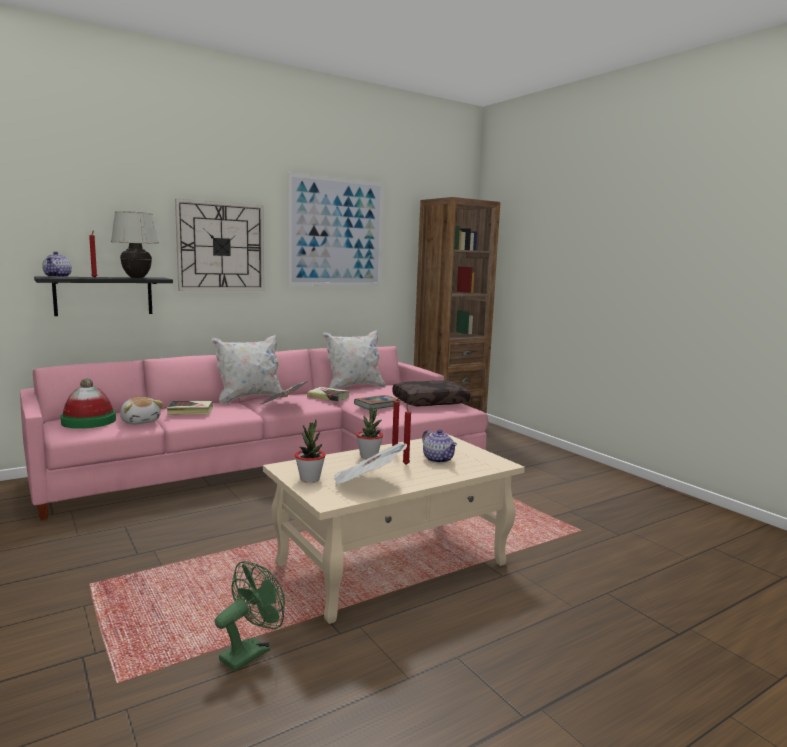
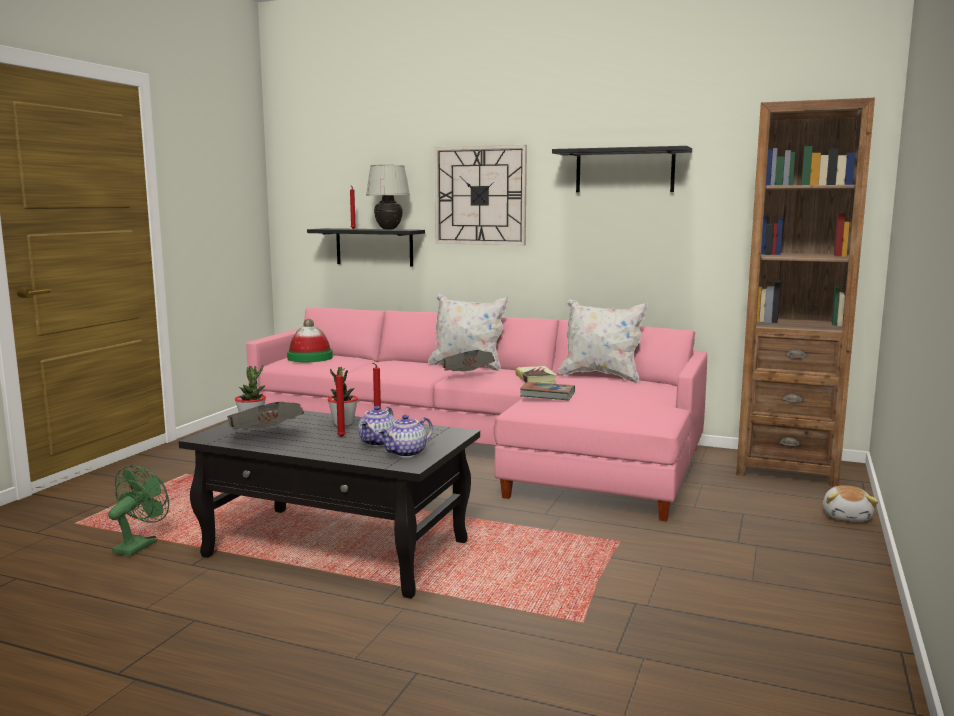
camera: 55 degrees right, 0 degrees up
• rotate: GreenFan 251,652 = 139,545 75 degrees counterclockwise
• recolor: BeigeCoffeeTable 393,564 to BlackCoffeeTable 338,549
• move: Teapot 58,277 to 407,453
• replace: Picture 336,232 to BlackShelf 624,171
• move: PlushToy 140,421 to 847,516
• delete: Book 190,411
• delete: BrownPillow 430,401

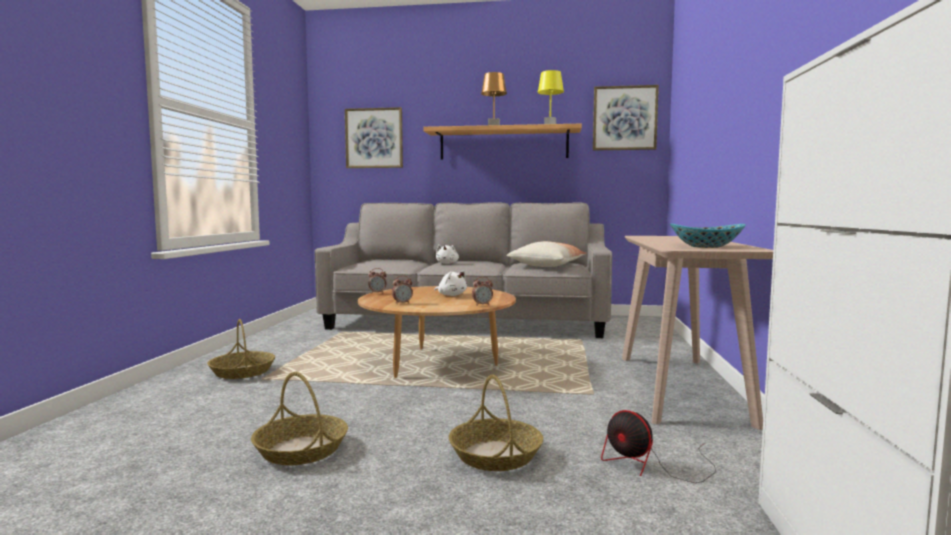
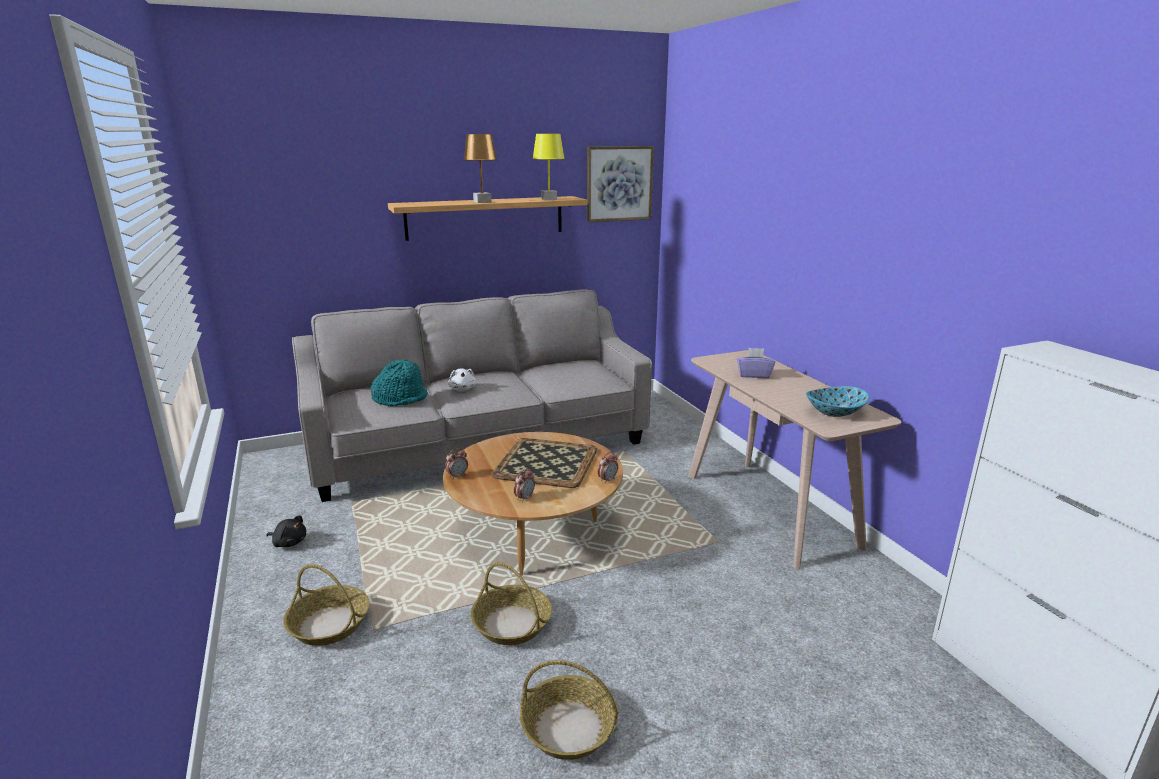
camera: 30 degrees left, 15 degrees up
• insert: BlackPlushToy 289,542
• insert: TurquoiseHat 400,398
• move: Basket 496,455 to 512,624
• replace: WhitePlushToy 451,295 to Tray 545,462
• insert: PurpleTissueBox 754,375
• delete: Picture 374,138
• delete: Pillow 547,266
• delete: Fan 653,465

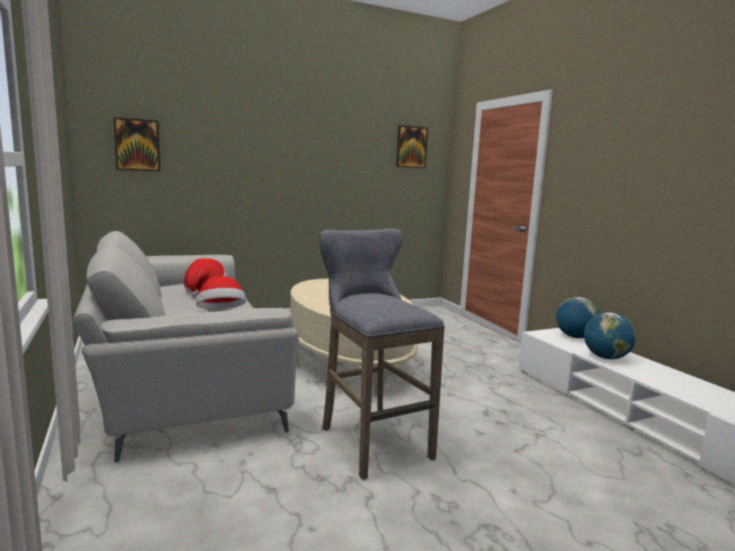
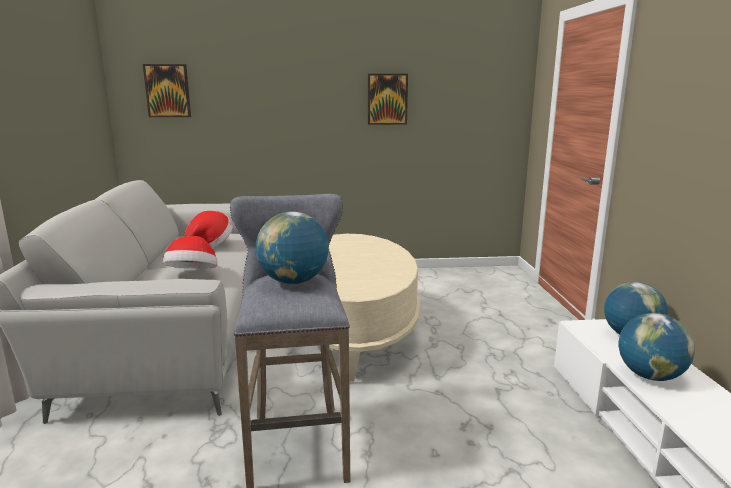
camera: 20 degrees right, 5 degrees up
• insert: Globe 293,281
• move: Picture 411,147 to 387,99

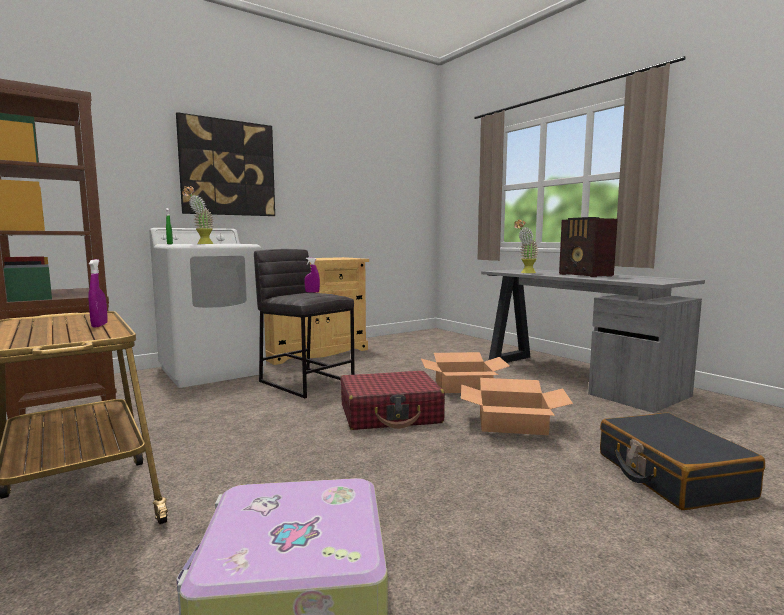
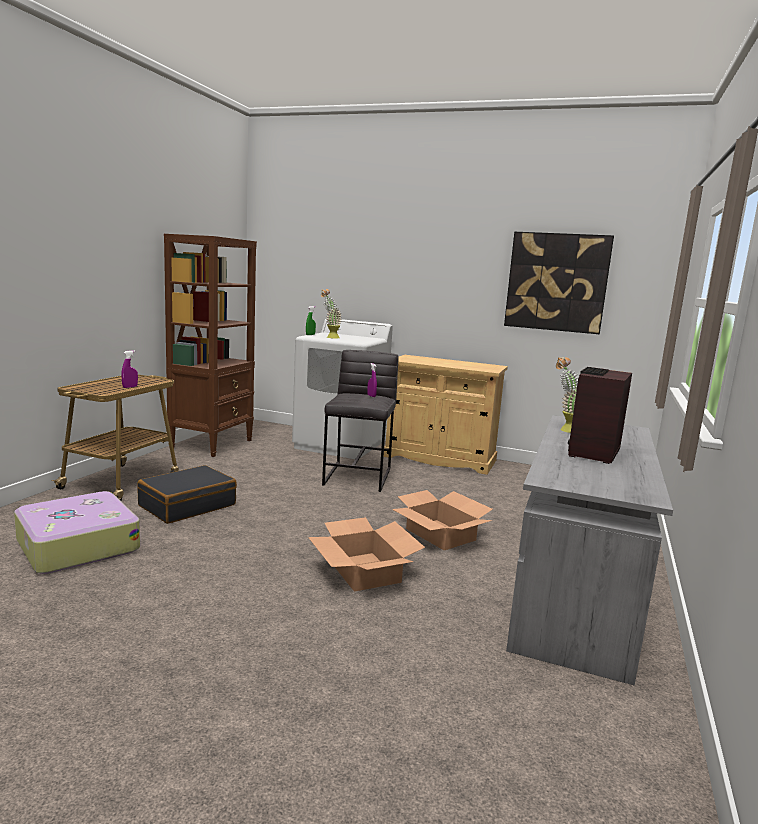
camera: 55 degrees right, 5 degrees up
• move: BlackSuitcase 671,475 to 187,505
• move: Picture 227,168 to 557,282
• delete: RedSuitcase 390,414

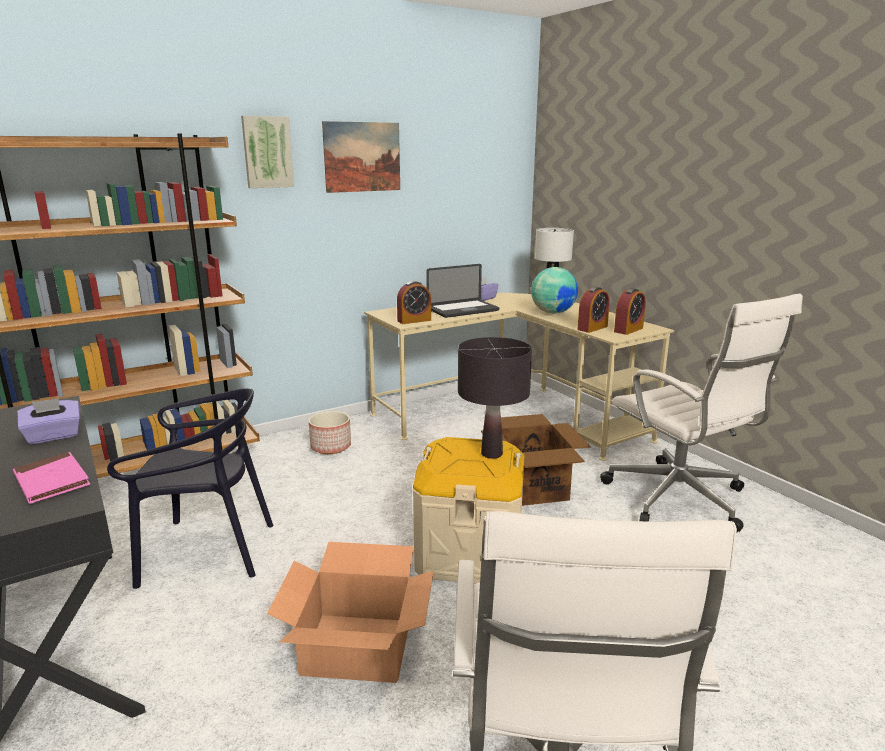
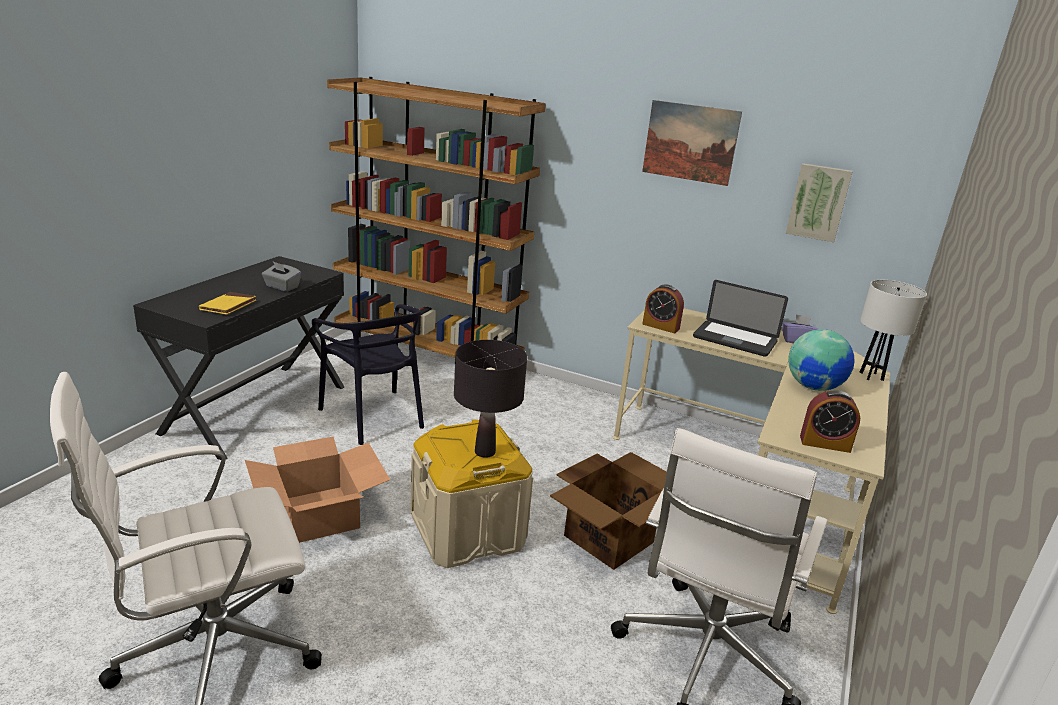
camera: 55 degrees right, 5 degrees up
• recolor: PinkBook 52,481 to YellowBook 228,306
• recolor: PurpleTissueBox 53,436 to GreyTissueBox 281,287
• move: Picture 267,152 to 818,202
• delete: Planter 331,447
• delete: AlarmClock 592,328

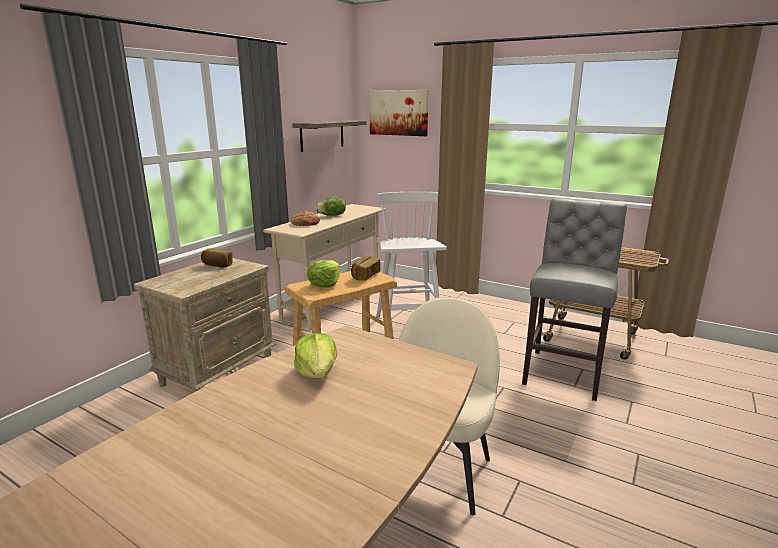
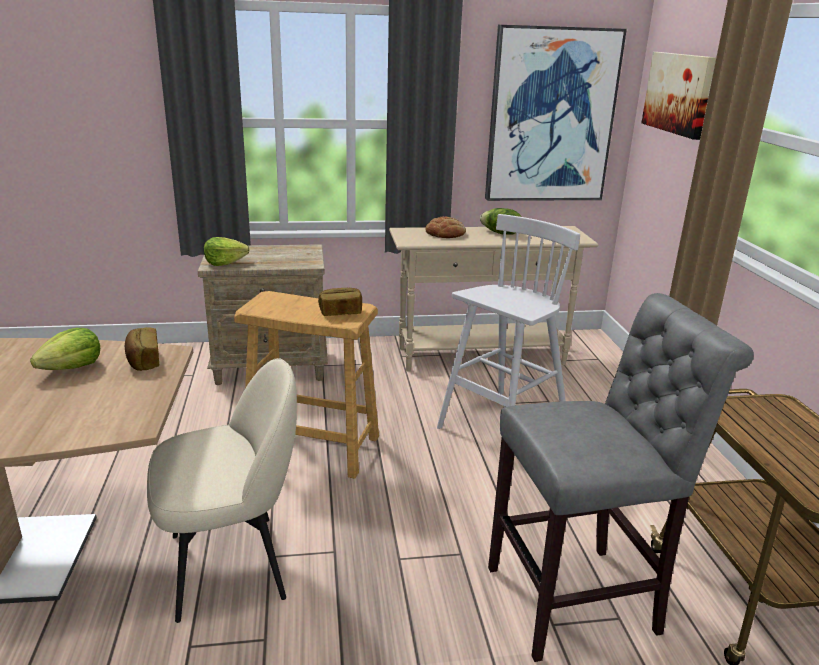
camera: 50 degrees right, 5 degrees up
• move: Bread 217,265 to 143,361
• move: Lettuce 325,284 to 225,263
• replace: Shelf 322,135 to Picture 551,116

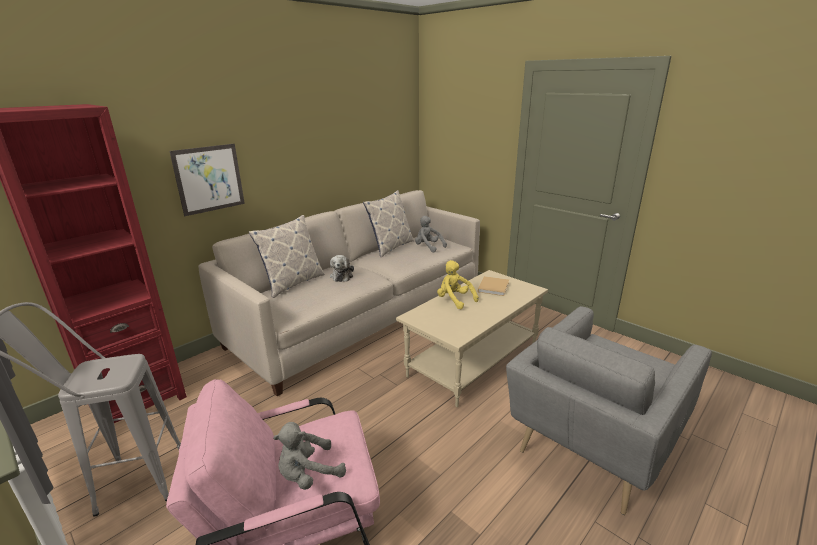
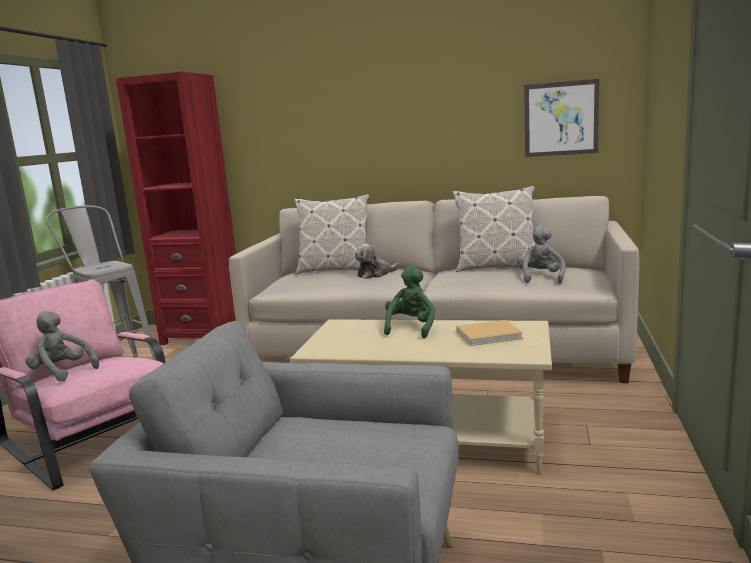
camera: 60 degrees right, 10 degrees down
• recolor: YellowPlushToy 454,300 to GreenPlushToy 411,328
• move: Picture 209,179 to 561,118

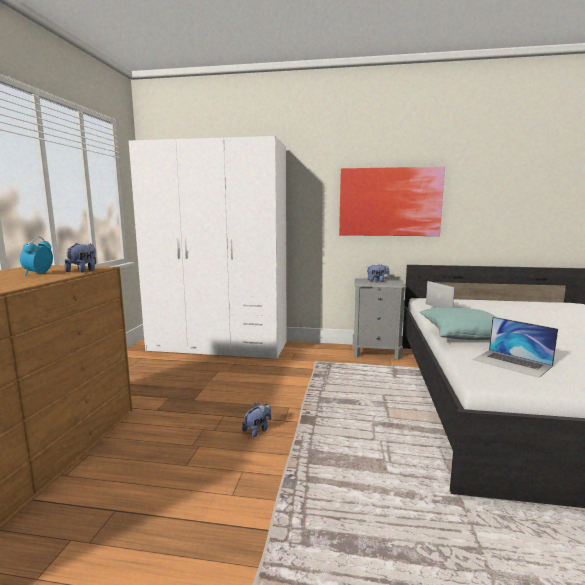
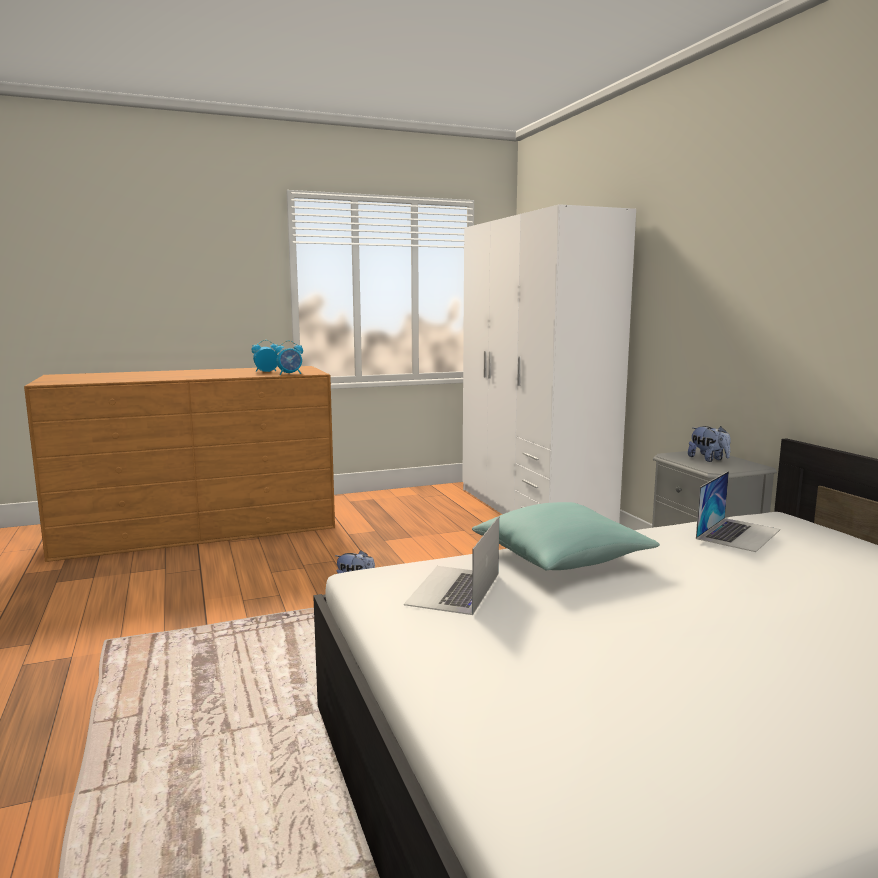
camera: 60 degrees right, 0 degrees up
• replace: PlushToy 83,271 to AlarmClock 290,374
• delete: Picture 389,202

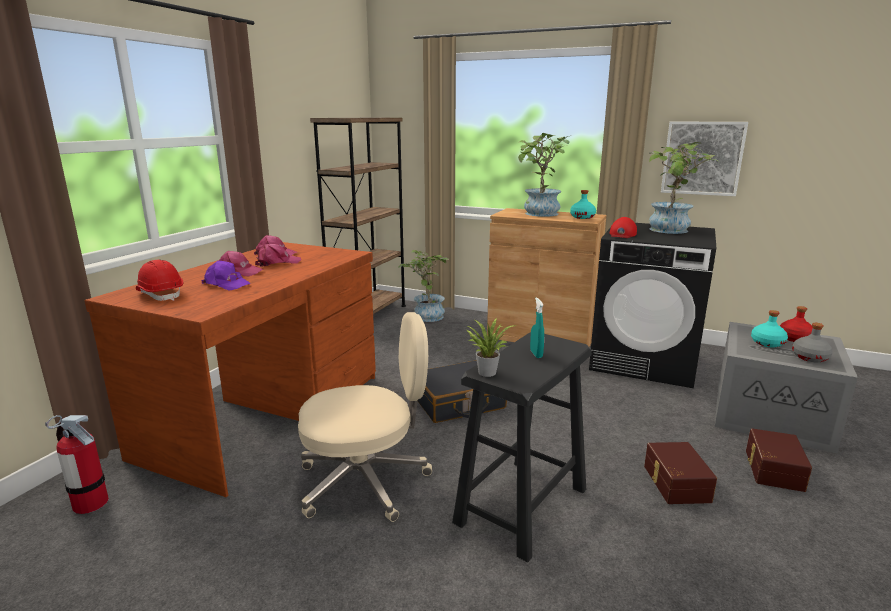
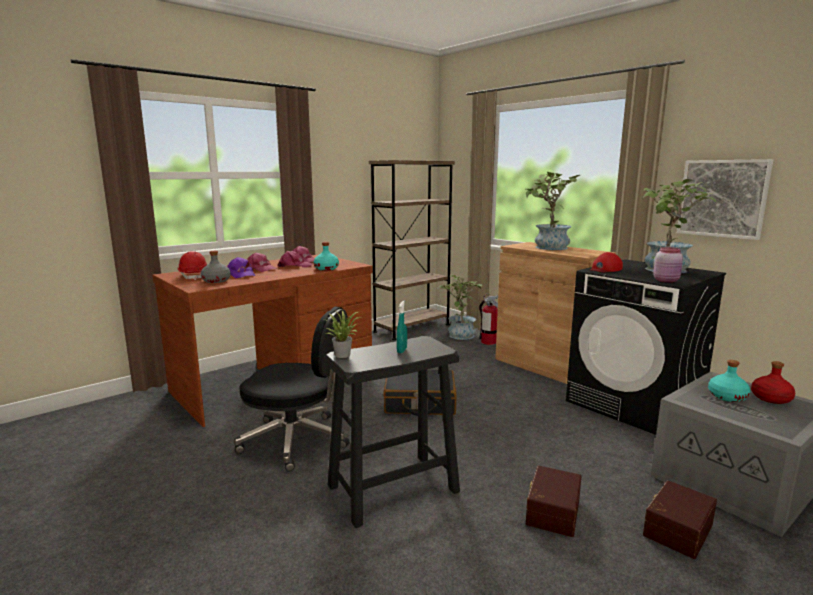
camera: 25 degrees right, 5 degrees down
• move: GreyBottle 810,357 to 216,281
• recolor: BeigeOfficeChair 366,481 to BlackOfficeChair 297,440
• move: TurquoiseBottle 582,217 to 326,268
• move: FireExtinguisher 90,503 to 488,342
• insert: PinkJar 666,281

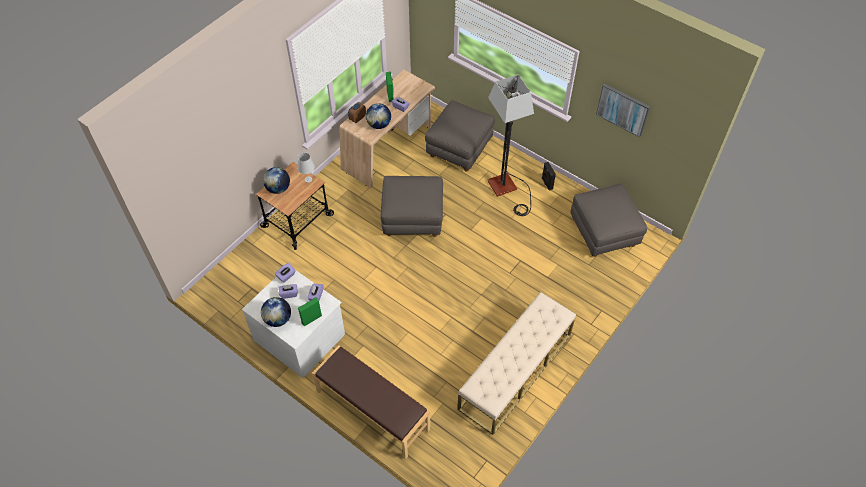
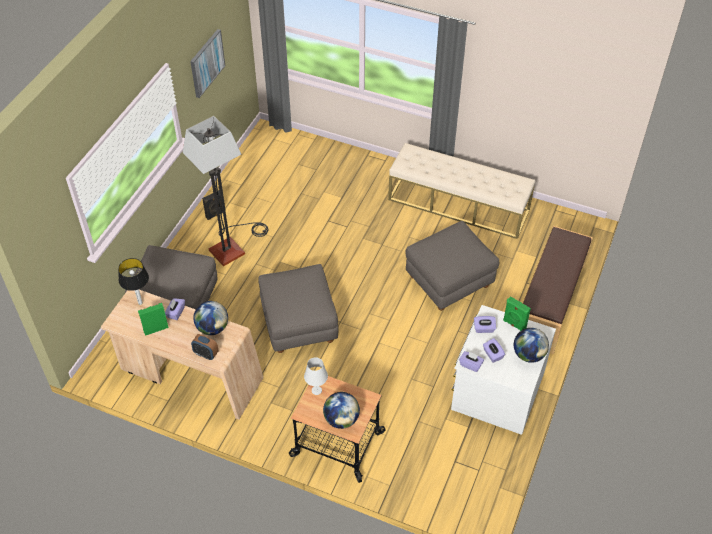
camera: 105 degrees left, 5 degrees down
• insert: TableLamp 140,303
• move: GreyOttoman 604,233 to 449,281

